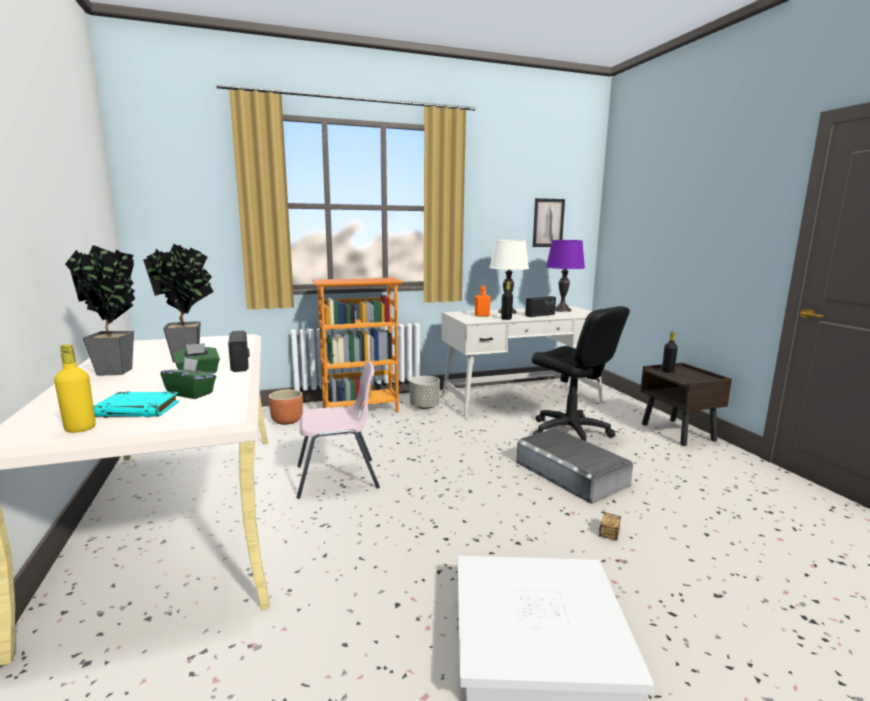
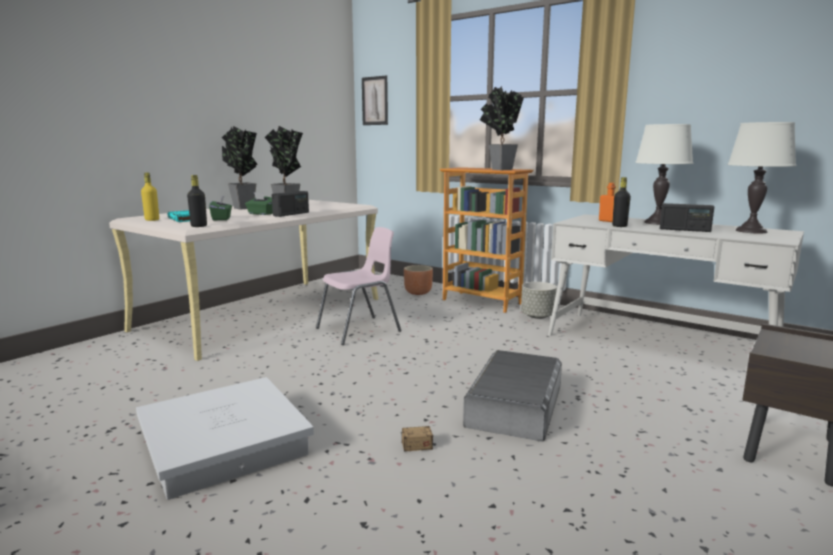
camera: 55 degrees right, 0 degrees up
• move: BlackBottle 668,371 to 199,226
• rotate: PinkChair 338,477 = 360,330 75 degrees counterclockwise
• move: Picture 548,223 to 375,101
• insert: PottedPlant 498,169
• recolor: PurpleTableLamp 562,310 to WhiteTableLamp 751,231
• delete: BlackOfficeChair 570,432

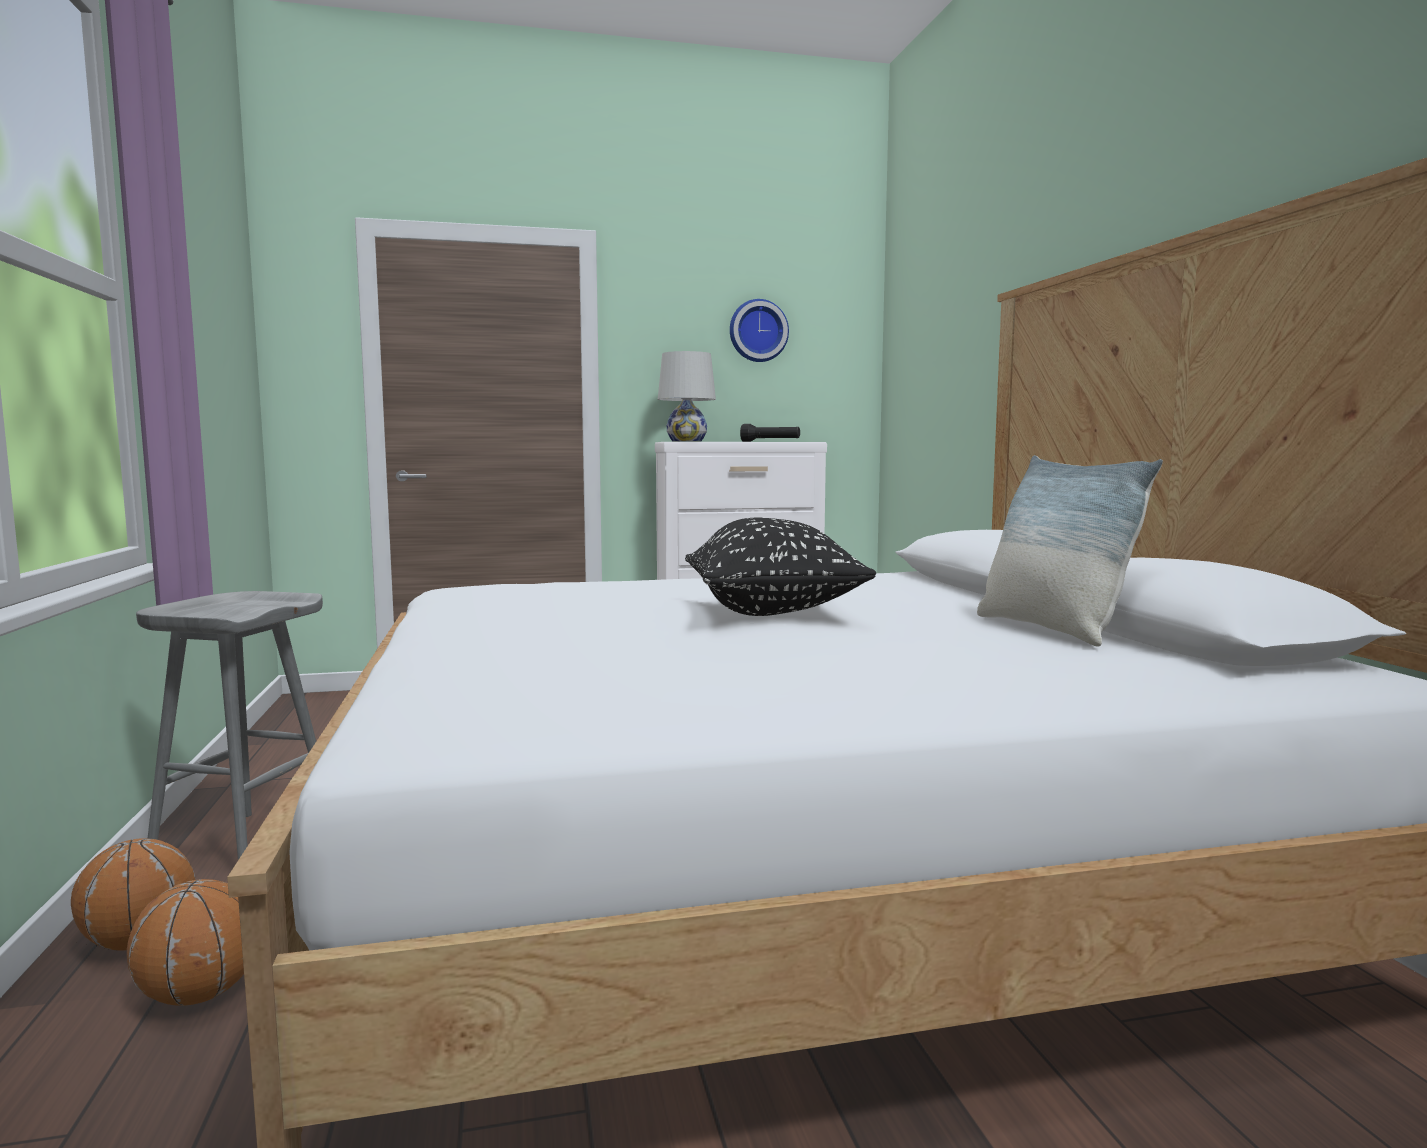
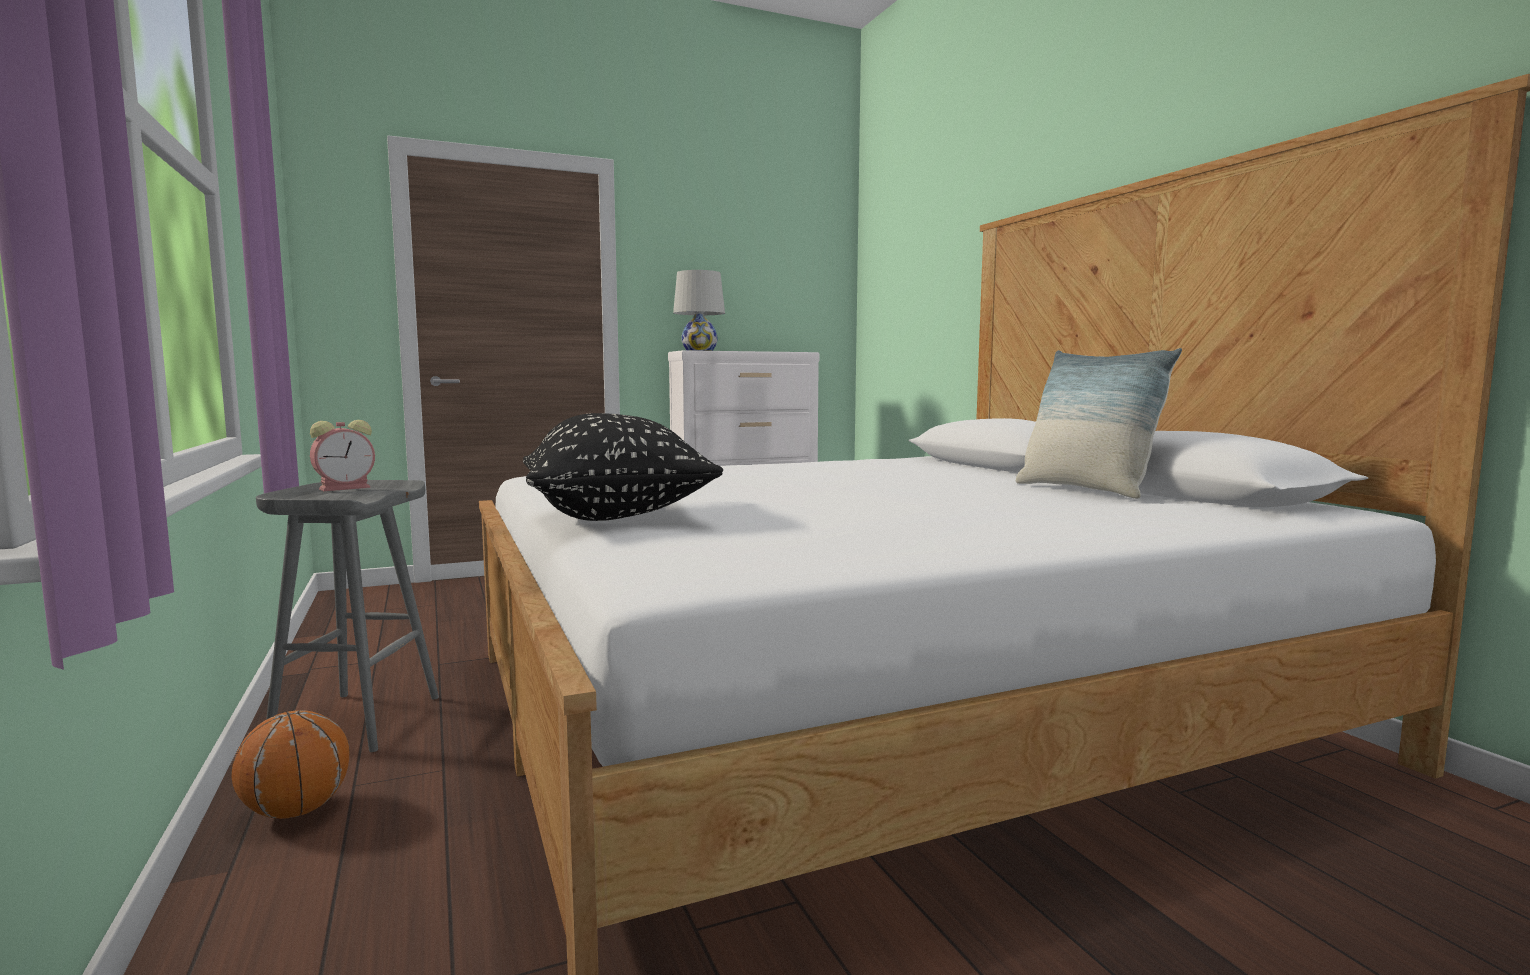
camera: 10 degrees left, 0 degrees up
• insert: AlarmClock 346,488
• move: BlackPillow 772,612 to 616,516
• delete: Basketball 199,995
• delete: WallClock 757,331
• delete: BlackFlashlight 770,441

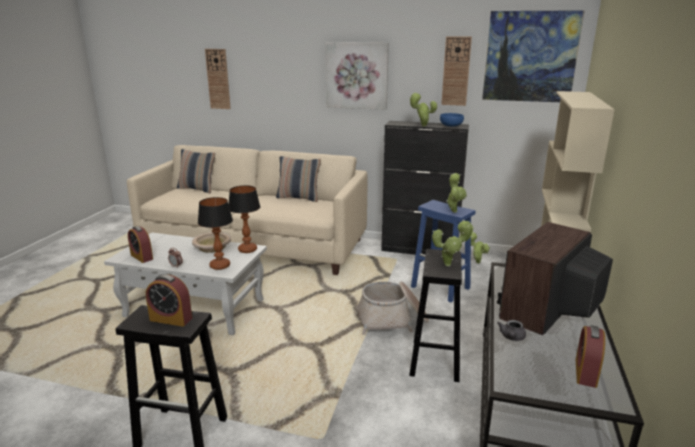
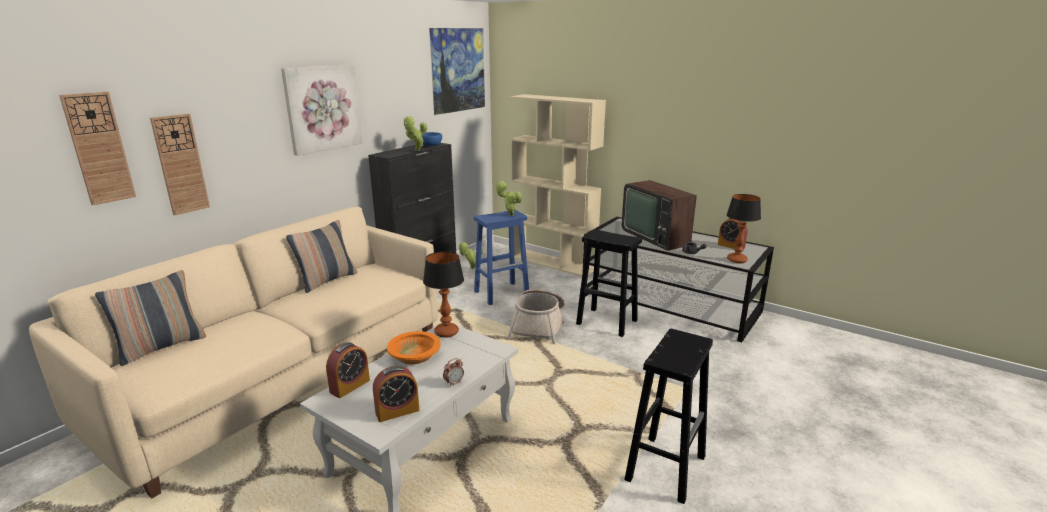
camera: 70 degrees left, 0 degrees up
• move: WallClock 456,71 to 180,164
• move: AlarmClock 171,319 to 350,386
• recolor: BeigeBowl 212,247 to OrangeBowl 414,354
• move: TableLamp 219,266 to 736,260
• delete: PottedPlant 450,264

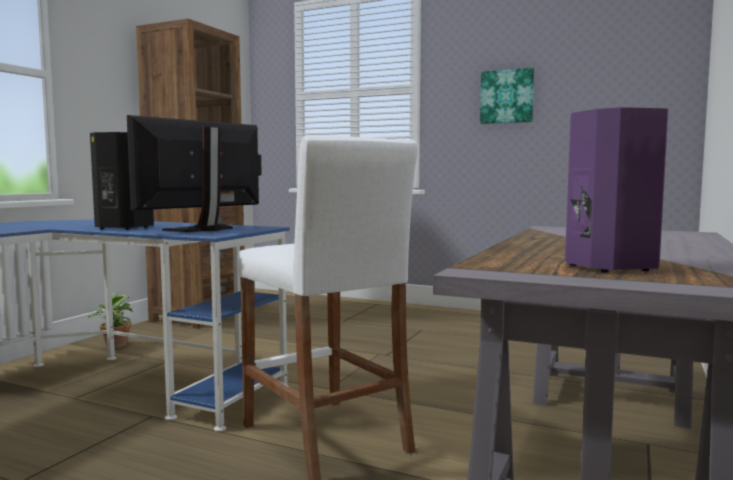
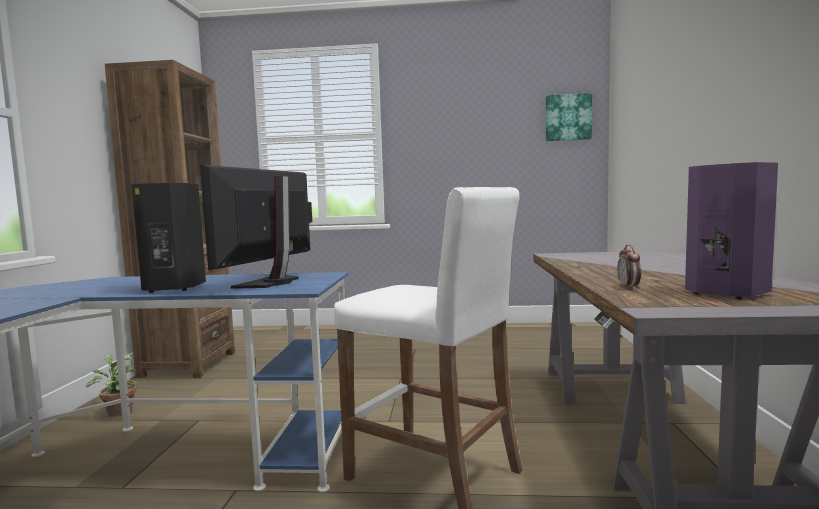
camera: 20 degrees left, 0 degrees up
• move: Picture 507,96 to 567,117
• insert: AlarmClock 628,287

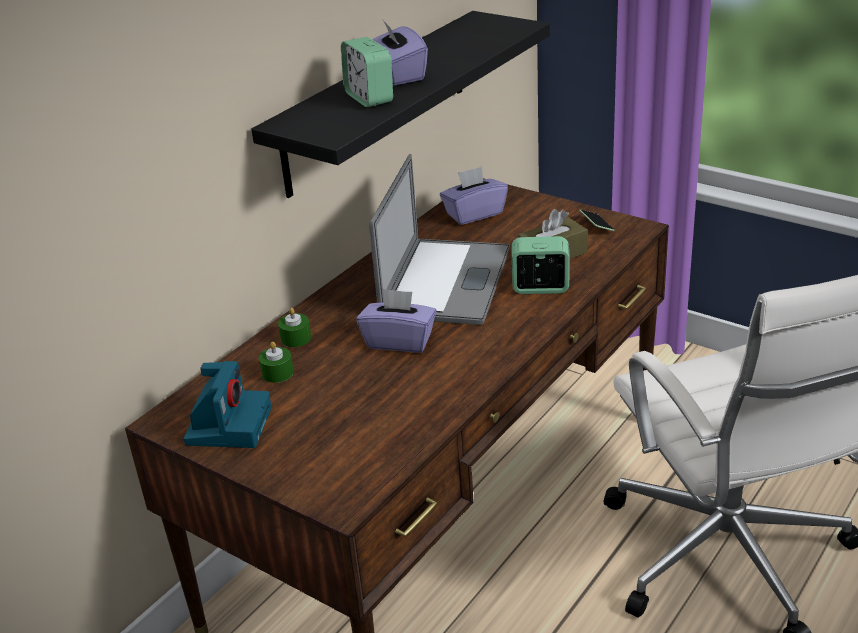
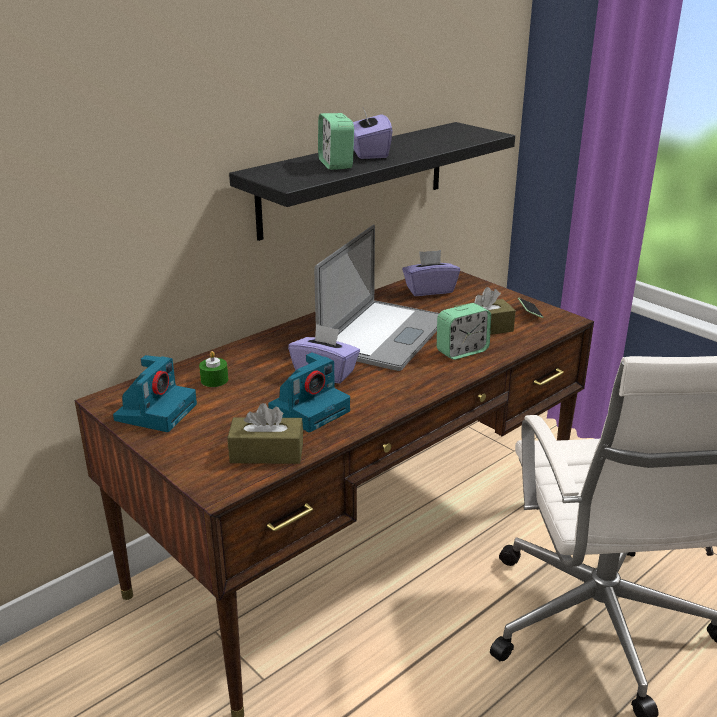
camera: 10 degrees right, 5 degrees down
• insert: BrownTissueBox 267,453
• insert: PhotoCamera 310,409
• rotate: AlarmClock 540,288 = 462,351 135 degrees clockwise
• delete: GreenCandle 296,338

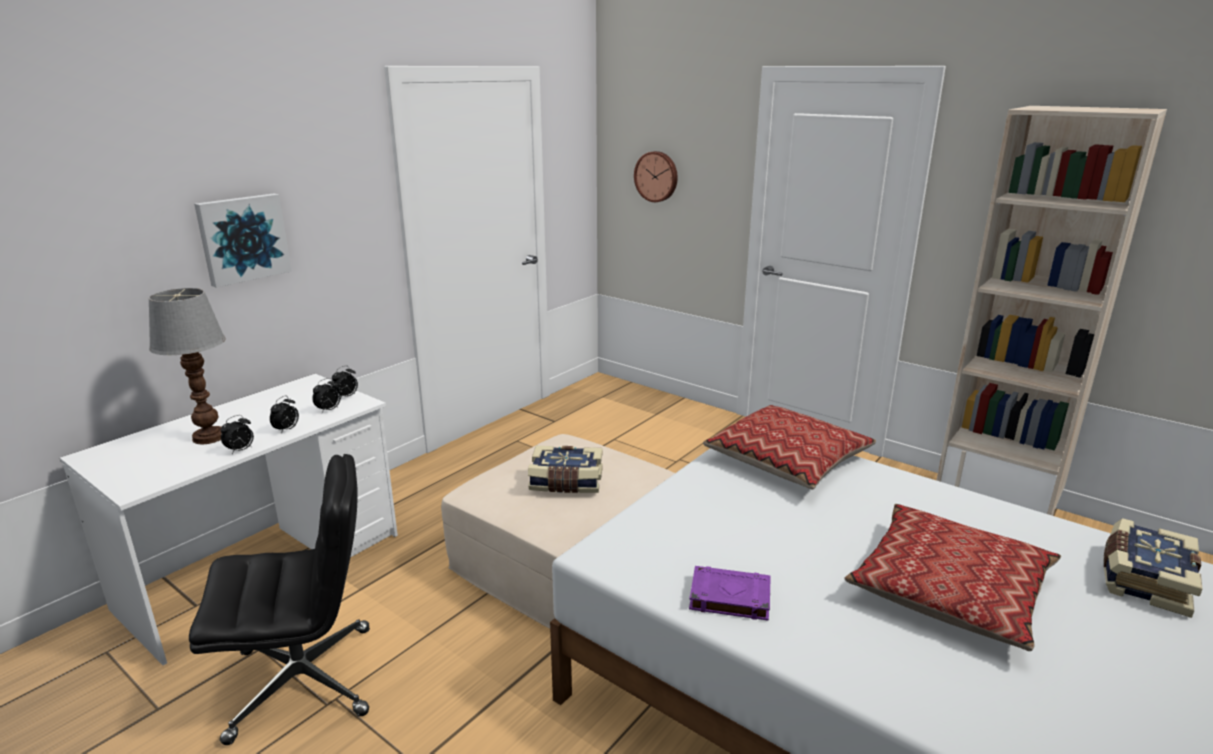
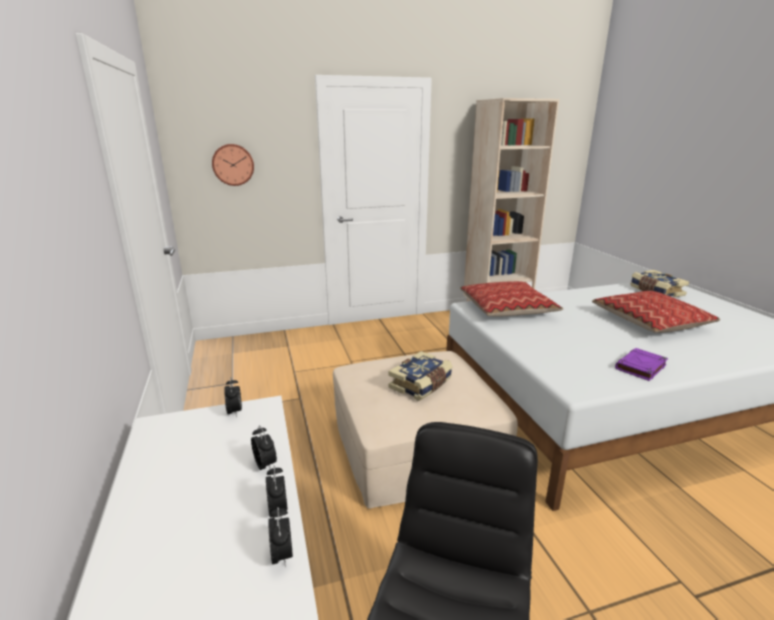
camera: 55 degrees left, 0 degrees up
• move: AlarmClock 329,410 to 282,555
• delete: TableLamp 210,437
• delete: Picture 243,238

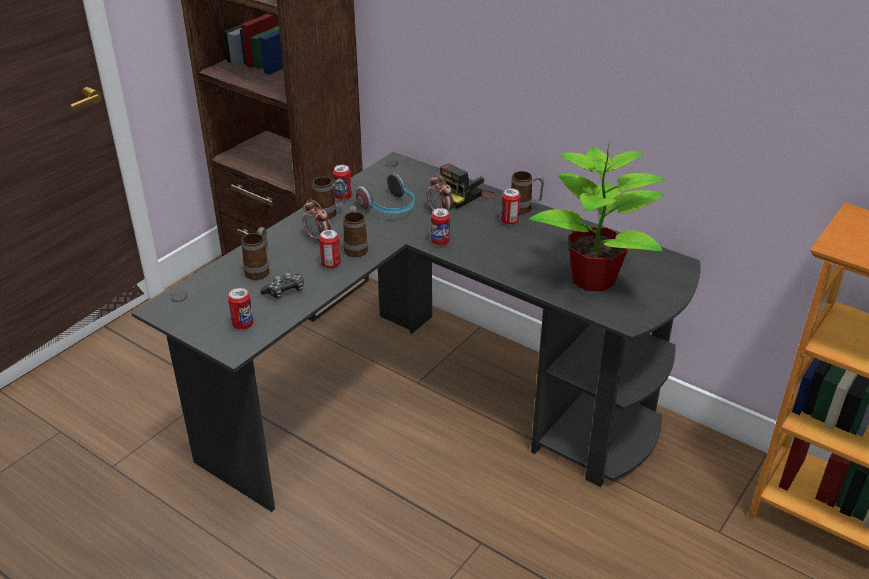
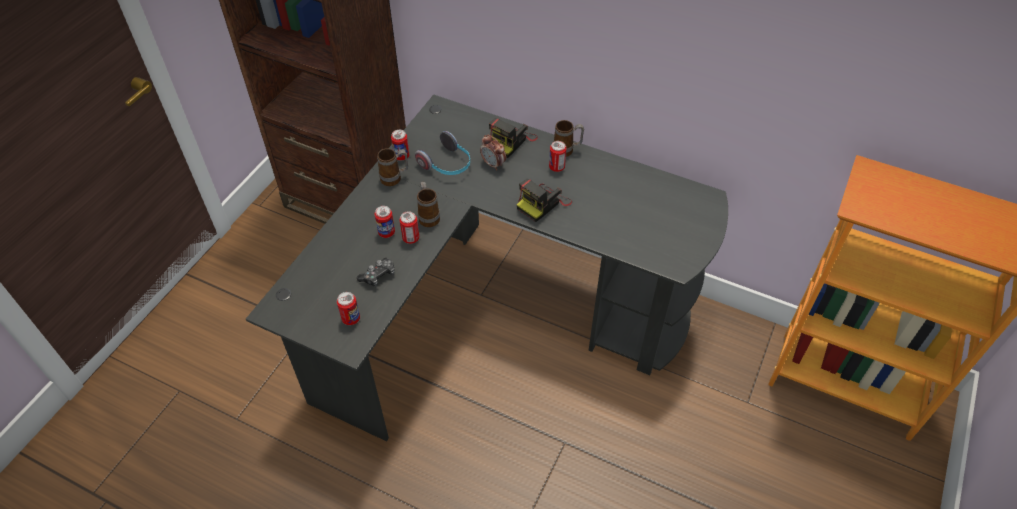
camera: 10 degrees left, 15 degrees up
• move: Can 440,242 to 386,232
• insert: PhotoCamera 543,203
• delete: Mug 260,270
• delete: AlarmClock 318,238
• delete: PottedPlant 594,279

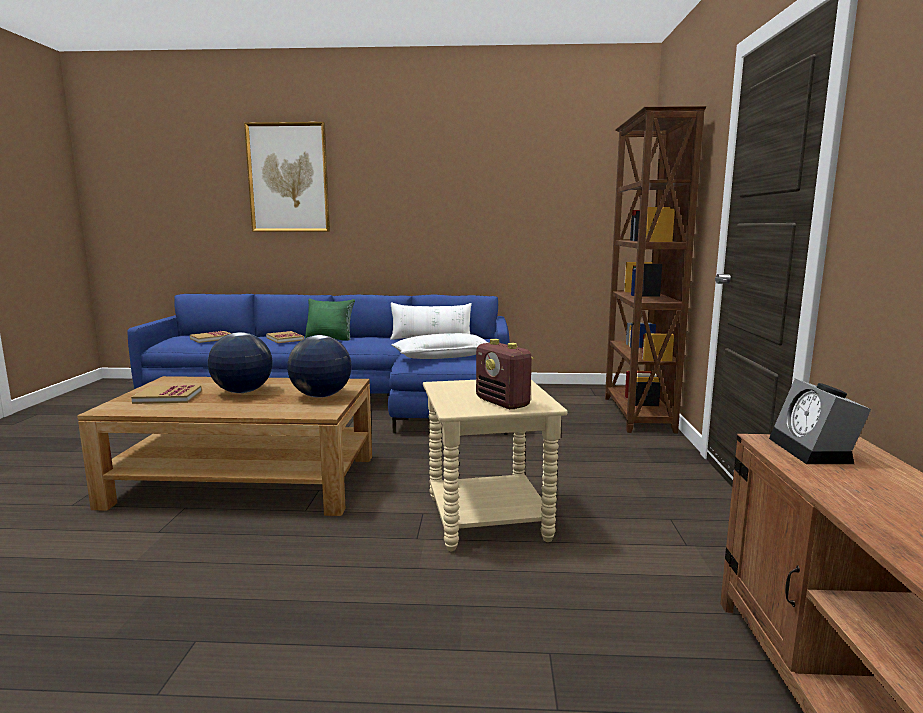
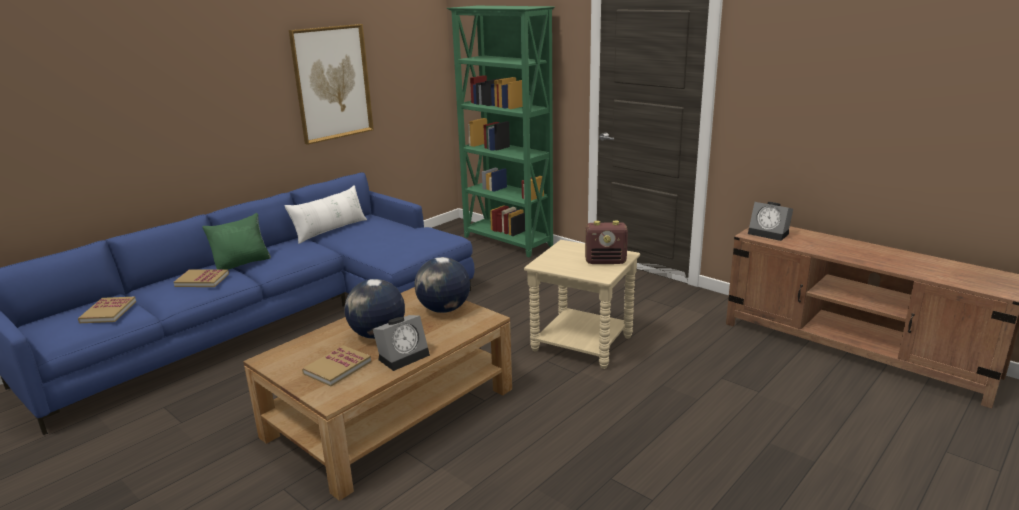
camera: 50 degrees left, 10 degrees up
• move: Picture 288,178 to 332,83
• insert: AlarmClock 404,356
• recolor: BrownBookcase 637,414 to GreenBookcase 507,242
• delete: WhitePillow 443,357

